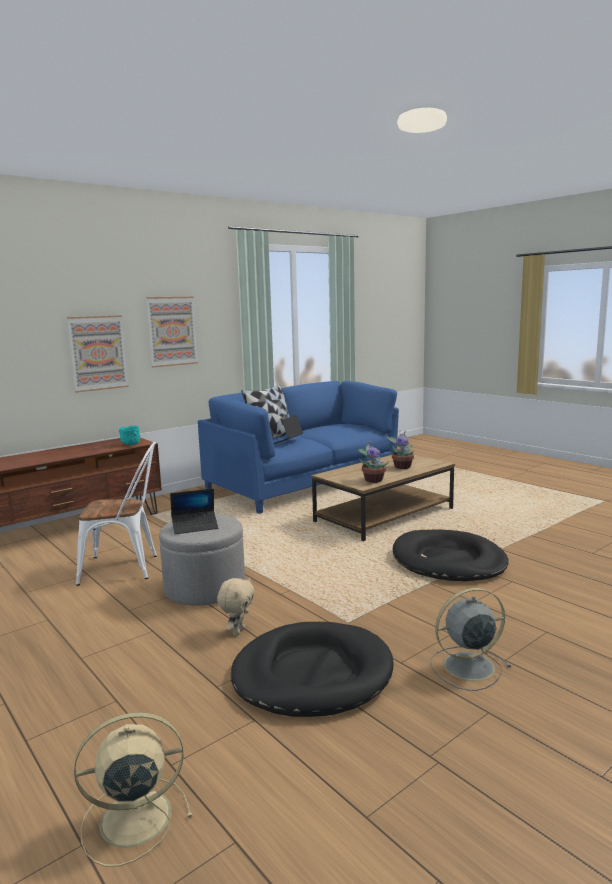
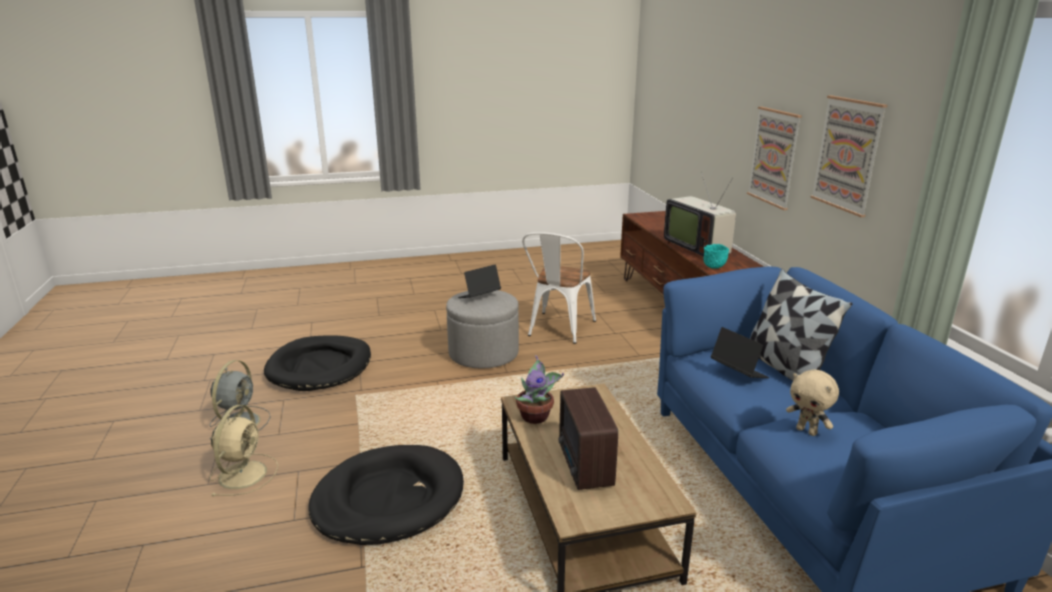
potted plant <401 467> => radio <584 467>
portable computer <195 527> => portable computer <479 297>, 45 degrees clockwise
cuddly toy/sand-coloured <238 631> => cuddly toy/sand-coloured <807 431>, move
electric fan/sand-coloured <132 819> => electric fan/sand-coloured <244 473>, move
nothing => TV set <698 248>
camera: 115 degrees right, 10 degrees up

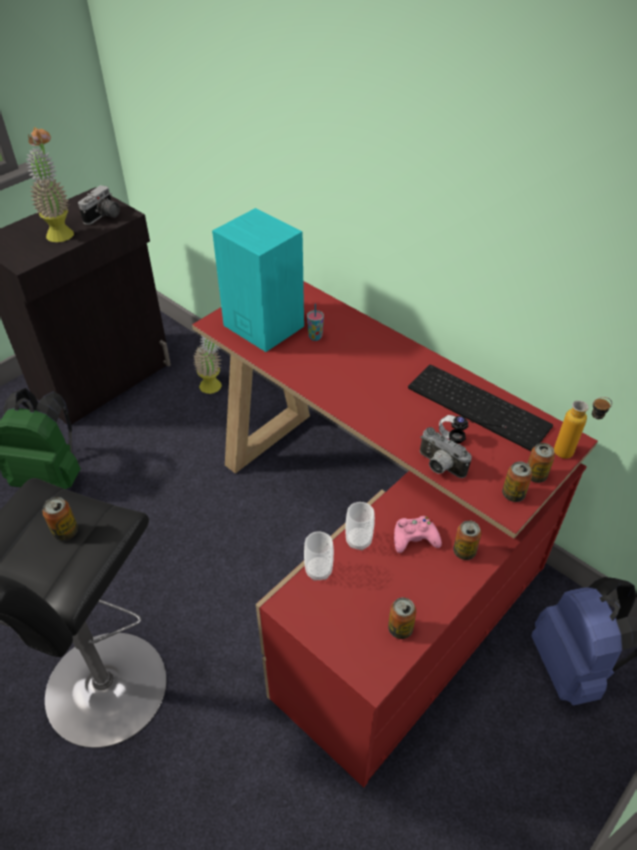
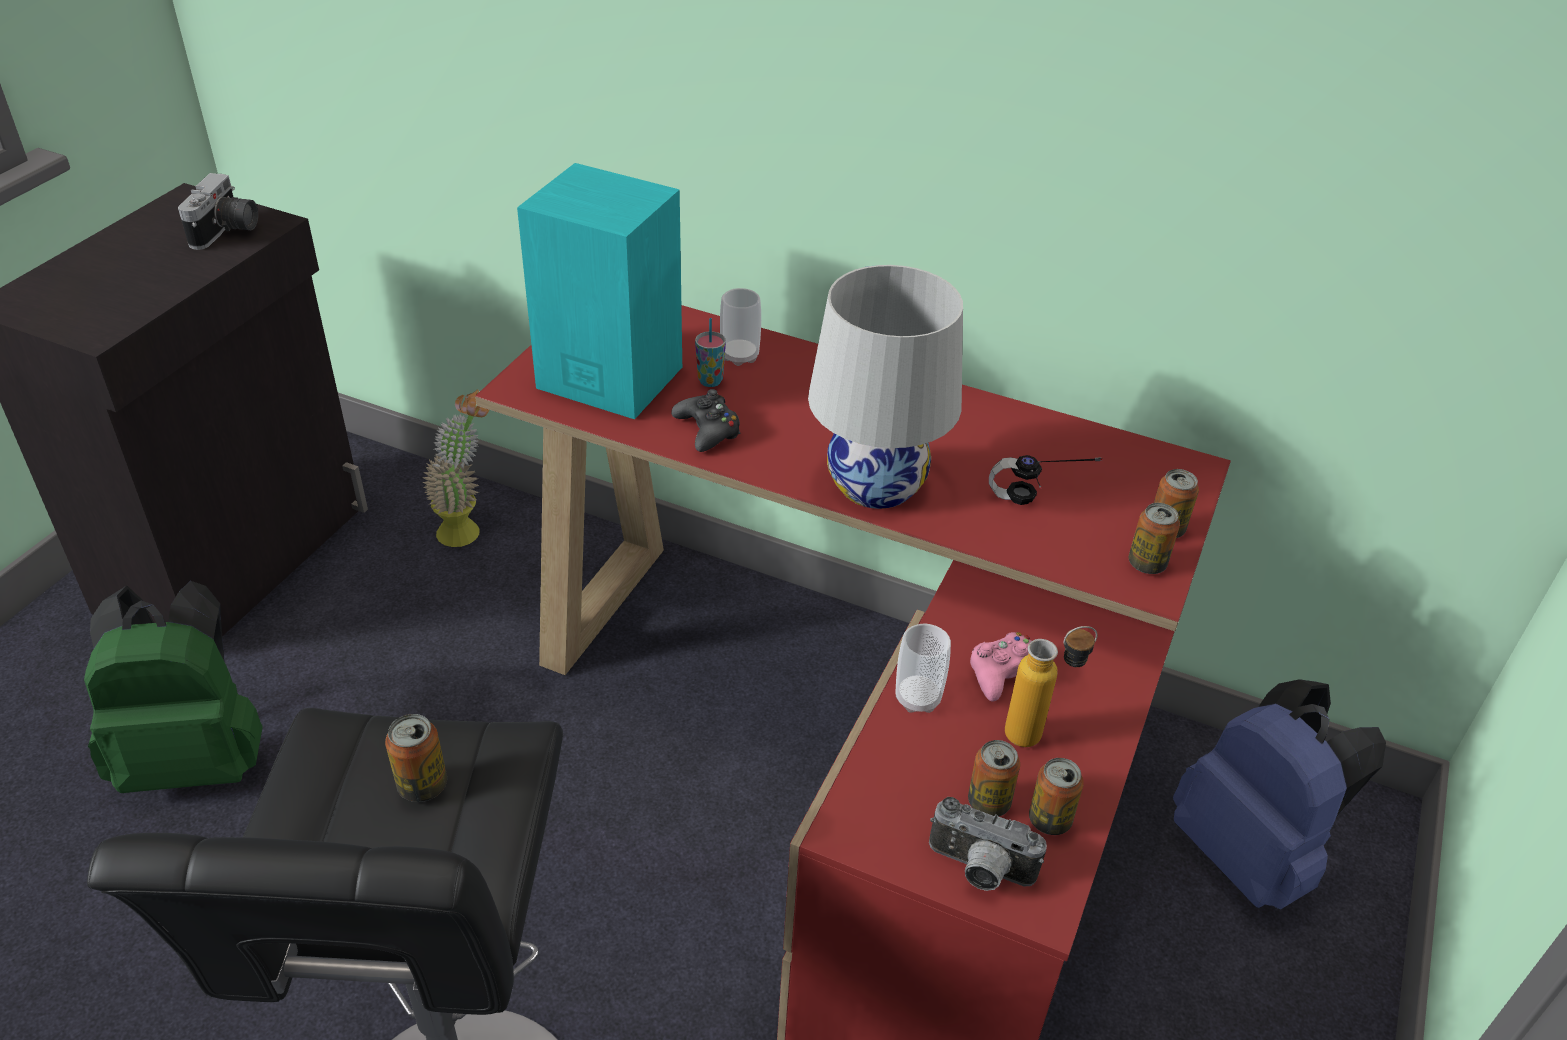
potted plant <60 231> => nothing
keyboard <480 406> => nothing
bottle <571 453> => bottle <1037 733>, move
still camera <439 466> => still camera <978 871>, move
can <464 551> => can <988 802>, move
drinking cup <318 570> => drinking cup <739 356>, move
nothing => table lamp/whitish <876 484>
nothing => joypad/black-coloured <708 430>
camera: 20 degrees left, 5 degrees down

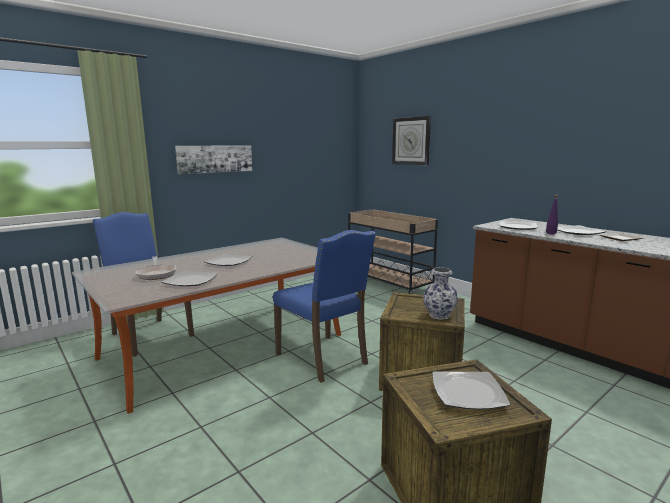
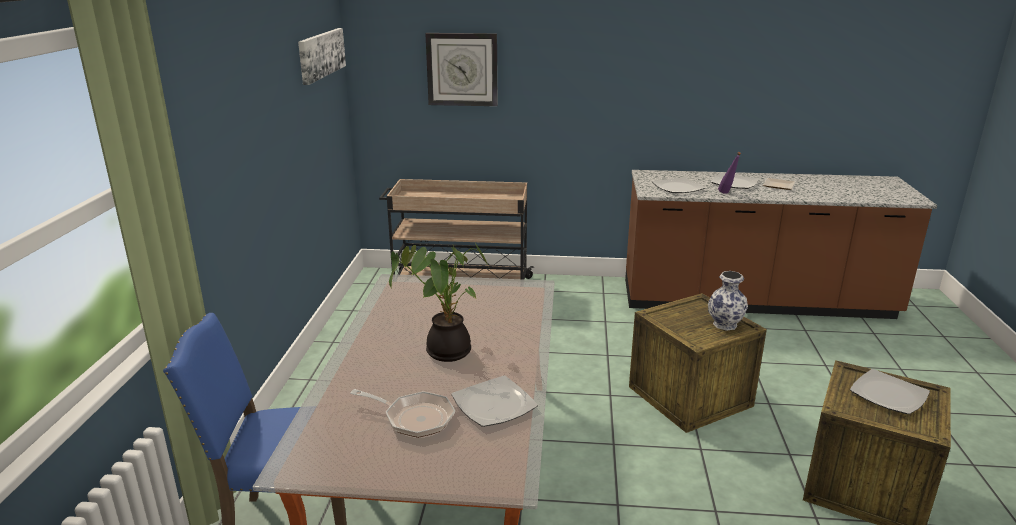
wall picture <215 159> => wall picture <321 54>, move
chair/blue-coloured <324 359> => nothing
dinner plate <228 262> => potted plant <445 351>
camera: 45 degrees left, 10 degrees up

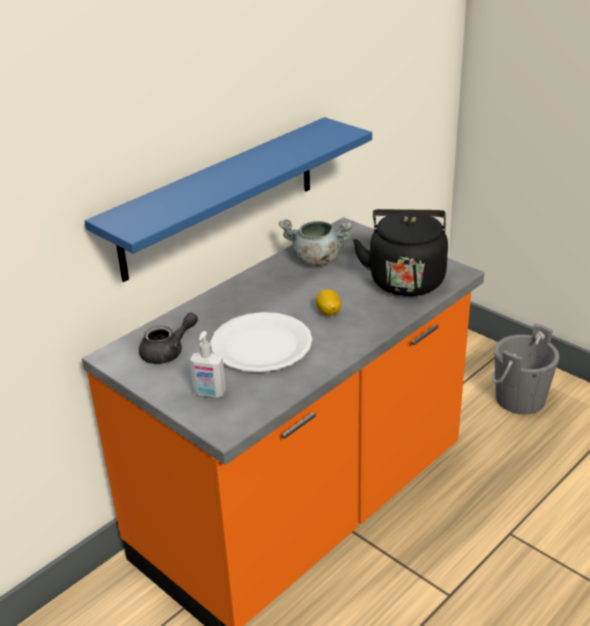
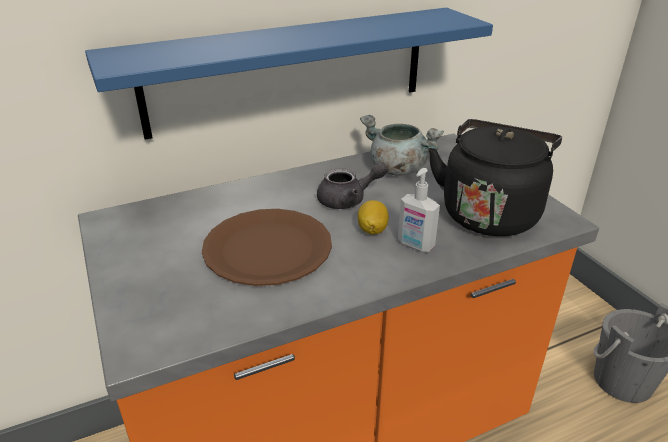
tea pot/grey <168 352> => tea pot/grey <348 200>, move
dinner plate/whitish <261 344> => dinner plate/brownish <268 248>
soap bottle <209 393> => soap bottle <415 245>, move
camera: 20 degrees right, 0 degrees up

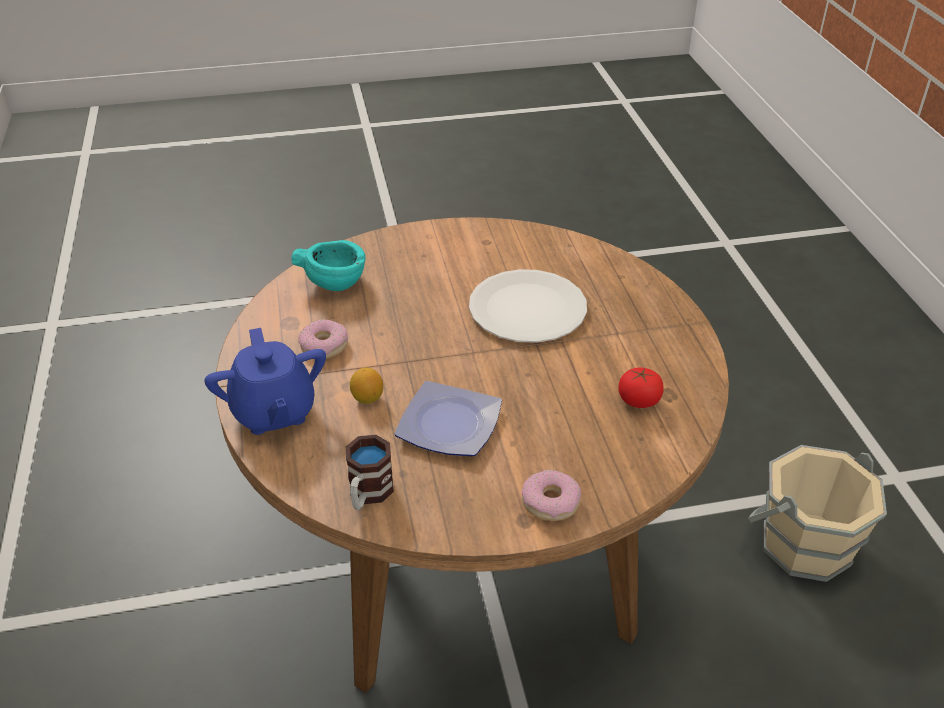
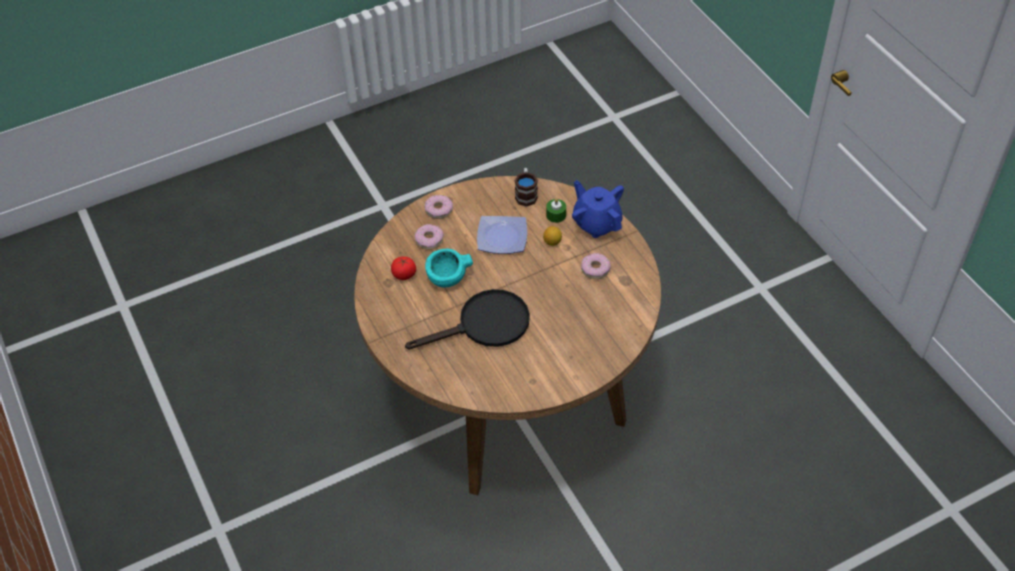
bowl/turquoise <336 282> => bowl/turquoise <447 278>, move
dinner plate/whitish <527 309> => pan/black-coloured <484 325>
bucket/sand-coloured <804 543> => nothing
nothing => wax candle/green-coloured <556 215>
nothing => ring doughnut <429 240>
camera: 165 degrees right, 10 degrees up

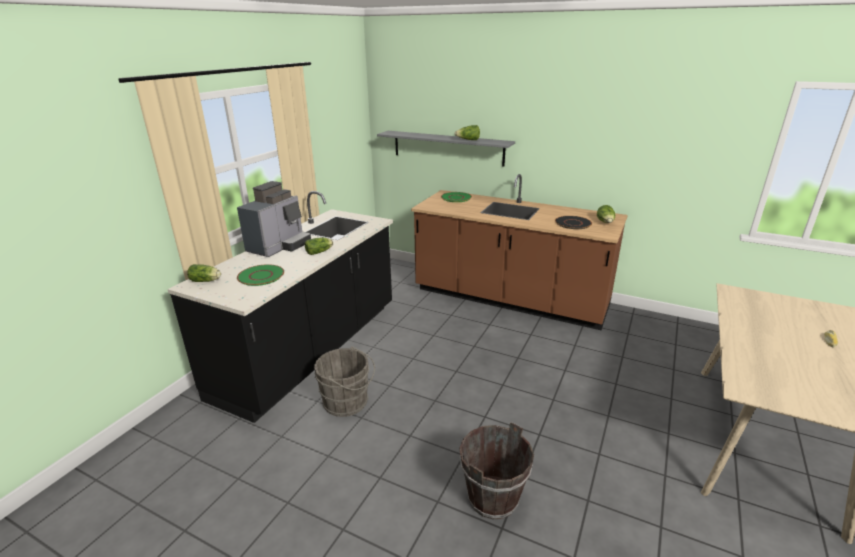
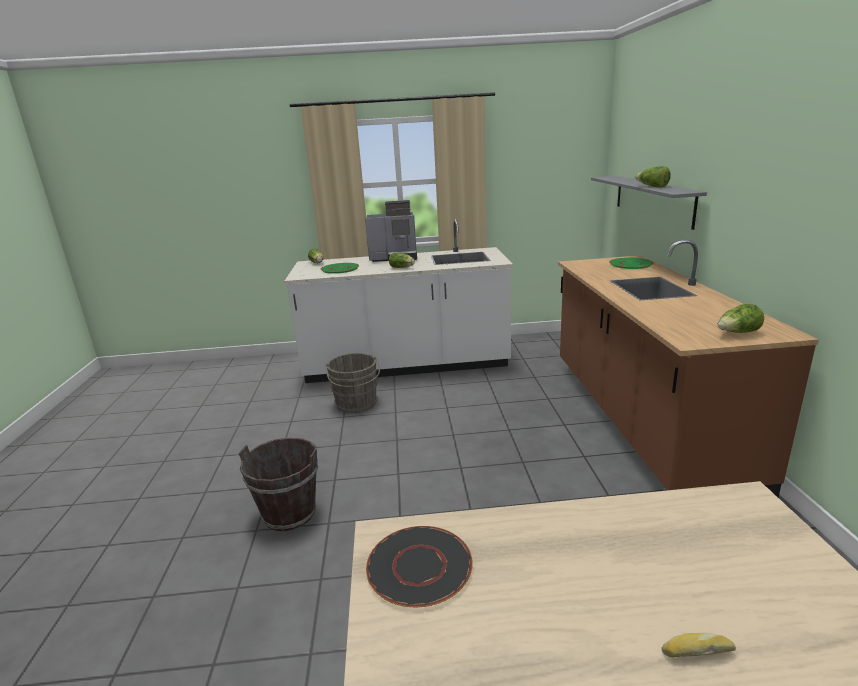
counter/black-coloured <311 349> => counter/whitish <406 365>
dinner plate/black-coloured <573 223> => dinner plate/black-coloured <418 567>, move
camera: 60 degrees right, 5 degrees down

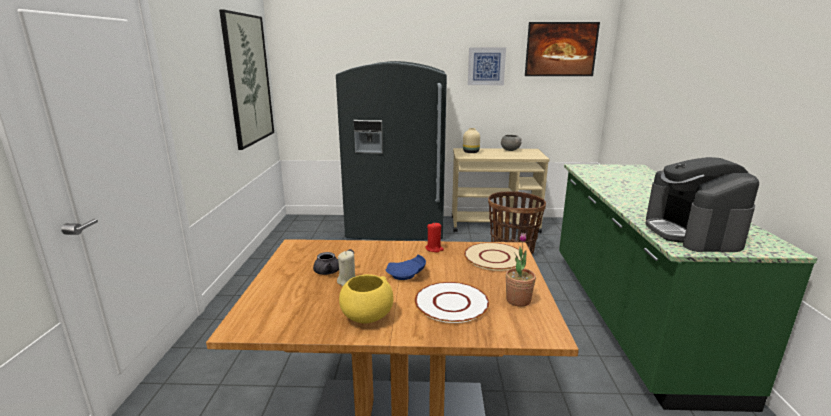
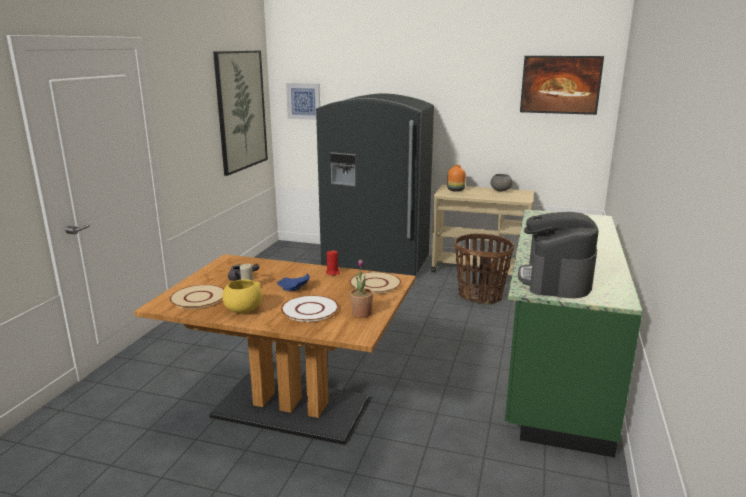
wall picture <486 66> => wall picture <303 101>, move
flower vase/sand-coloured <470 152> => flower vase/orange <455 190>
nothing => dinner plate/sand-coloured <198 298>
camera: 15 degrees right, 0 degrees up

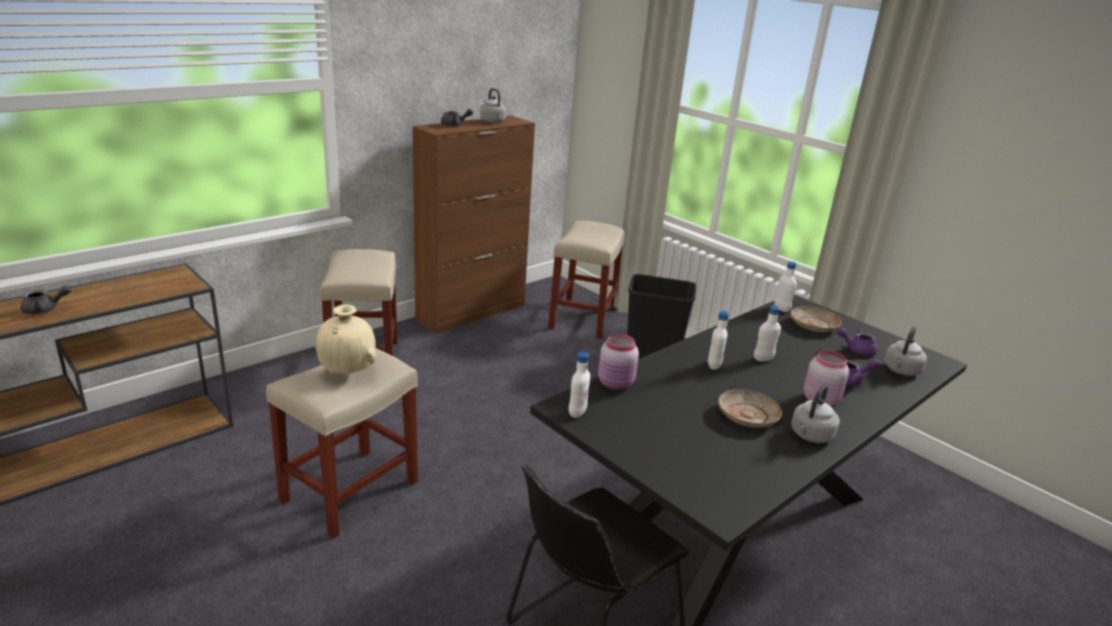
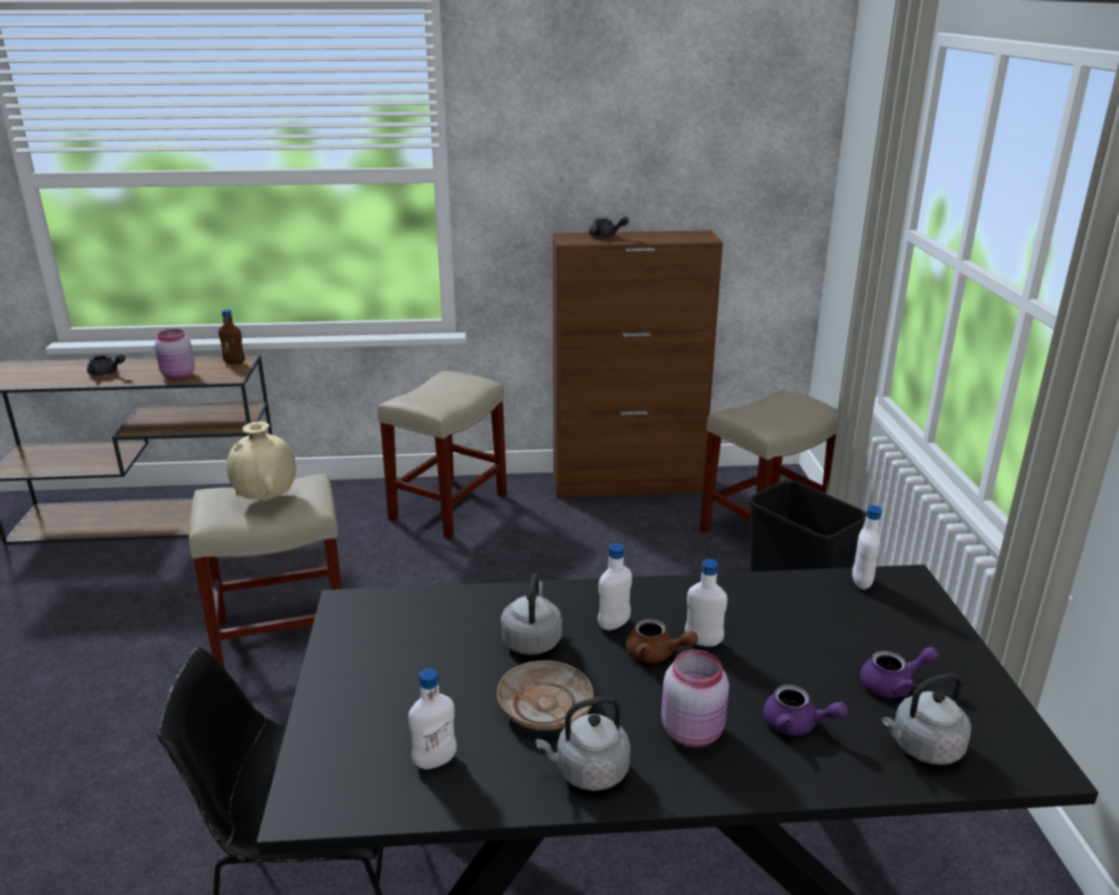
kettle/grey <491 121> => kettle/grey <532 640>, move
dinner plate/sand-coloured <813 325> => nothing
tea pot/purple <856 349> => tea pot/purple <893 685>, 120 degrees clockwise
jar/pink <616 384> => jar/pink <178 376>, move
bottle/whitish <577 413> => bottle/whitish <435 761>, move
nothing => bottle/brownish <234 363>
nothing => tea pot/brownish <656 654>
camera: 40 degrees right, 0 degrees up

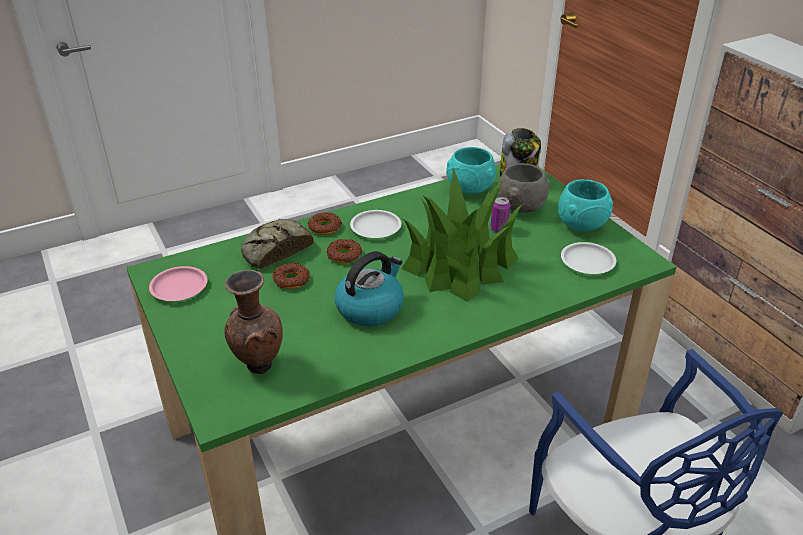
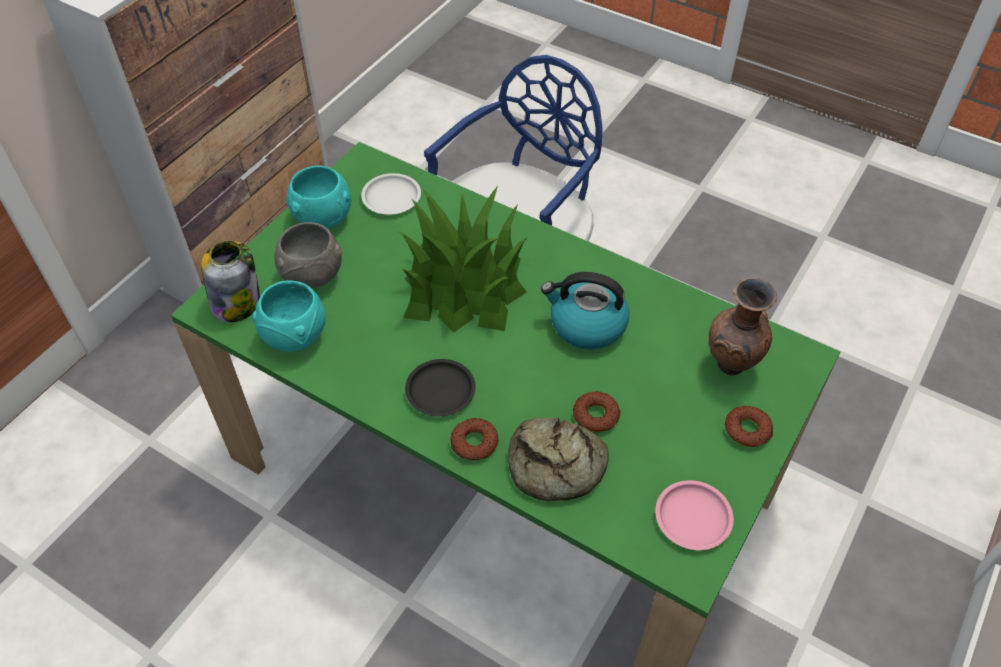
can <499 229> => nothing
dinner plate/whitish <375 227> => dinner plate/black-coloured <440 391>
ring doughnut <344 255> => ring doughnut <747 430>, move
camera: 120 degrees left, 15 degrees up

